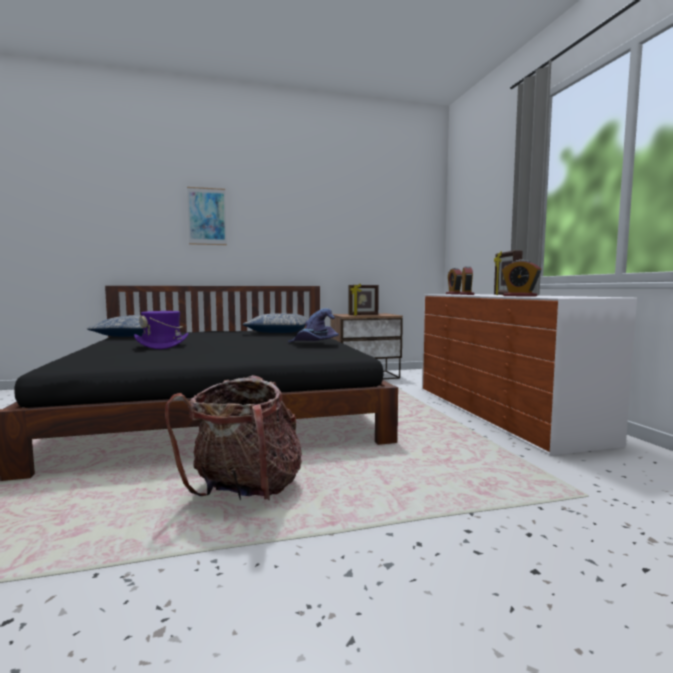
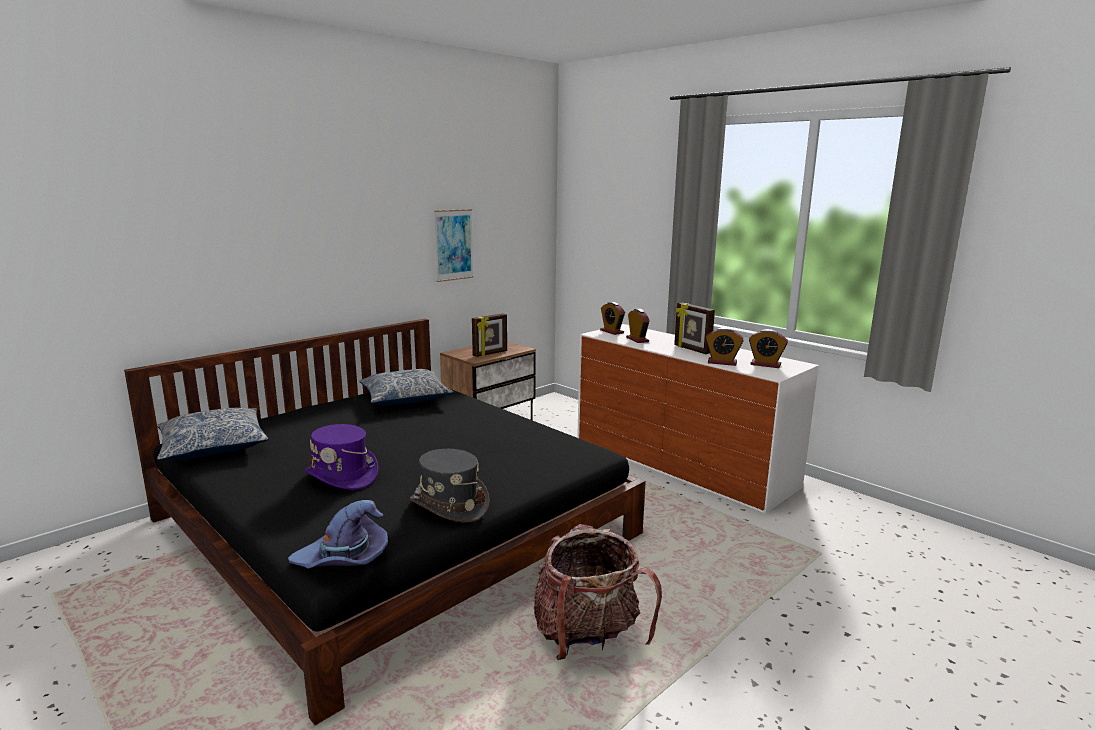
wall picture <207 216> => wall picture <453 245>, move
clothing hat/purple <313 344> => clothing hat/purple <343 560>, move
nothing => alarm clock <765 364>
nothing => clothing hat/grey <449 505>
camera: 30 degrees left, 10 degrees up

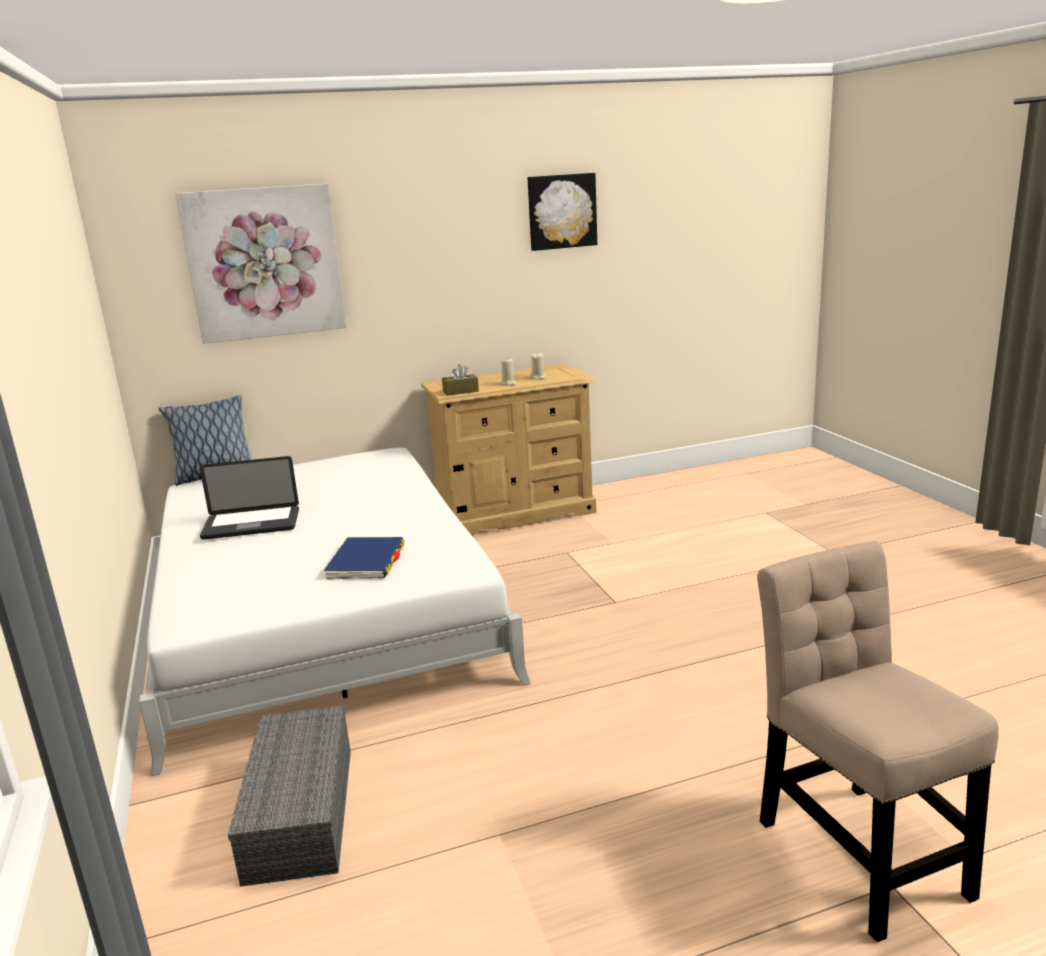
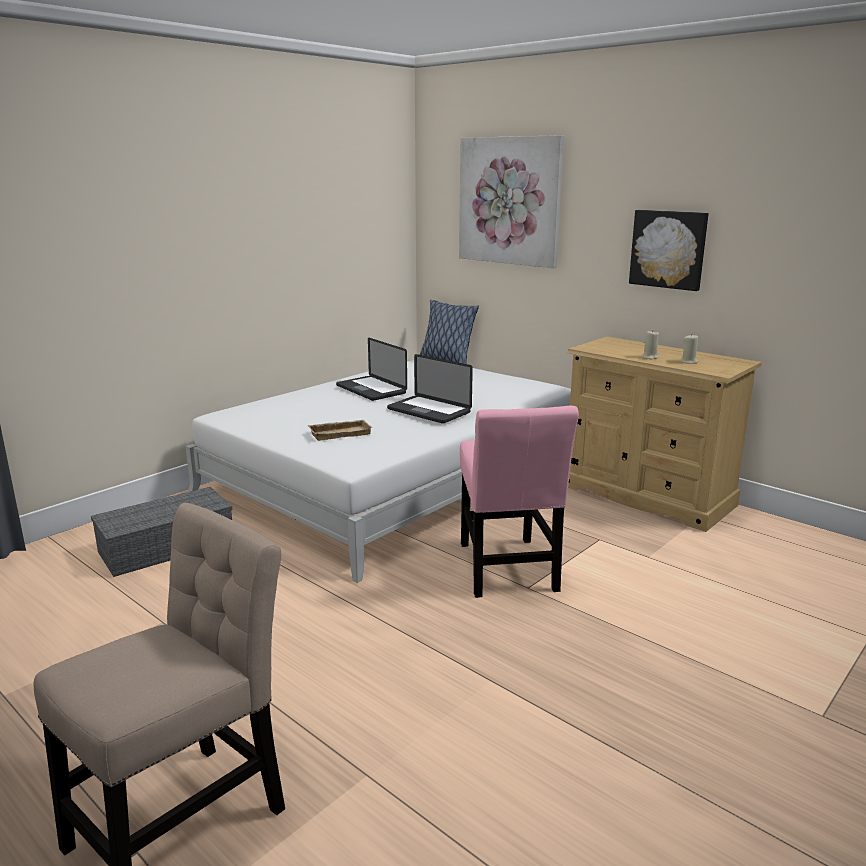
wall picture <561 211> => wall picture <668 249>, move
tissue box/brownish <460 391> => nothing
book/blue-coloured <366 562> => tray/sand-coloured <340 433>
nothing => portable computer <428 411>
nothing => chair/pink <507 570>
camera: 60 degrees right, 0 degrees up

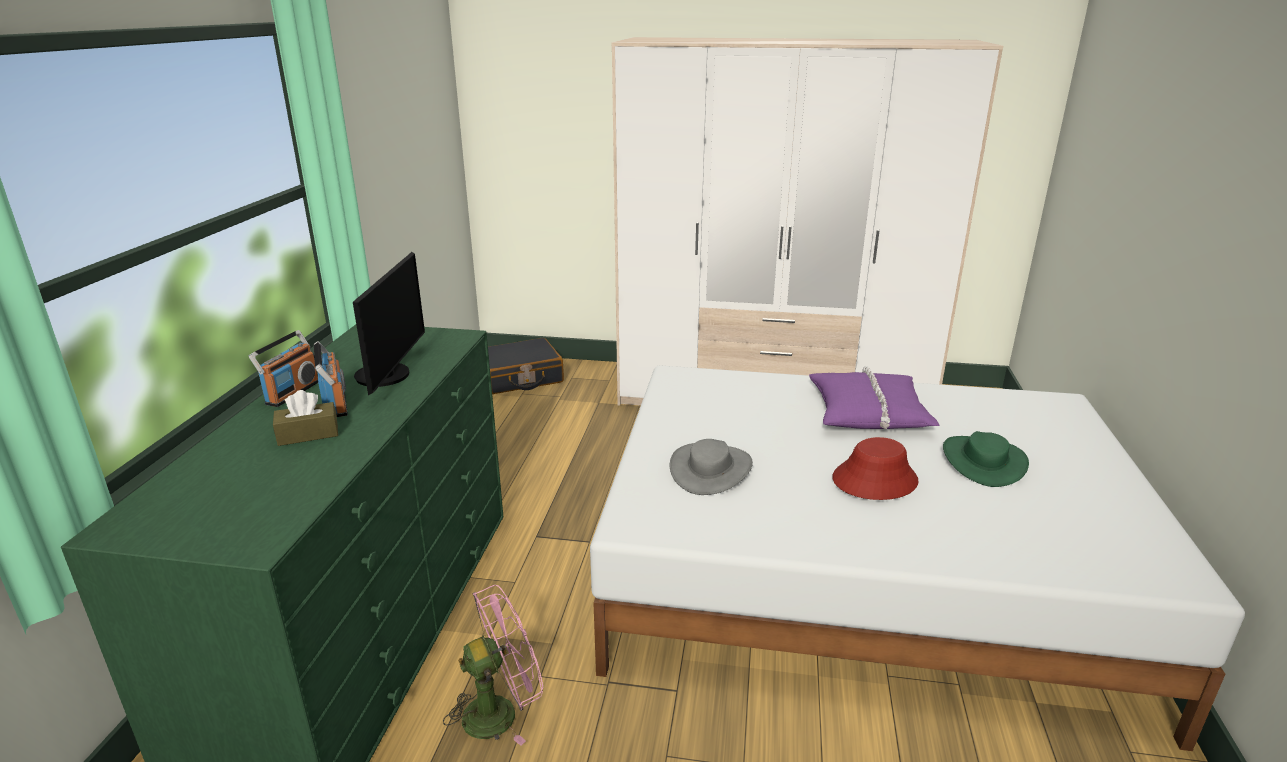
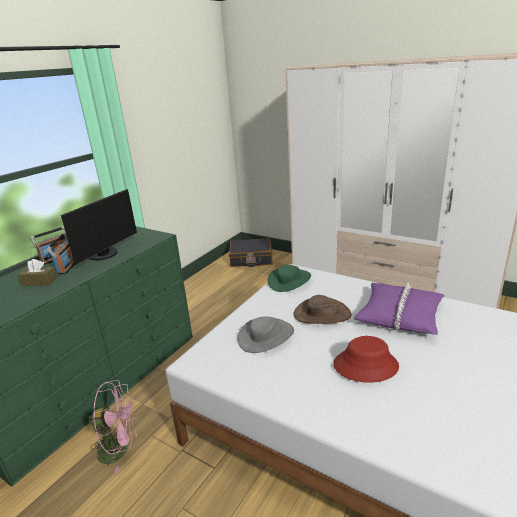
clothing hat/green-coloured <983 461> => clothing hat/green-coloured <289 280>, move
nothing => clothing hat/brownish <322 314>
camera: 25 degrees right, 0 degrees up

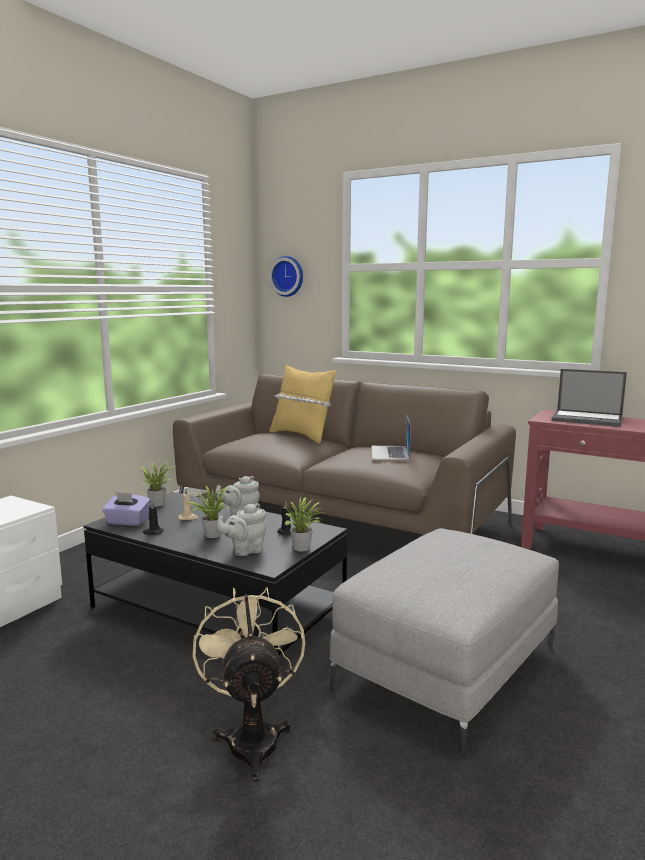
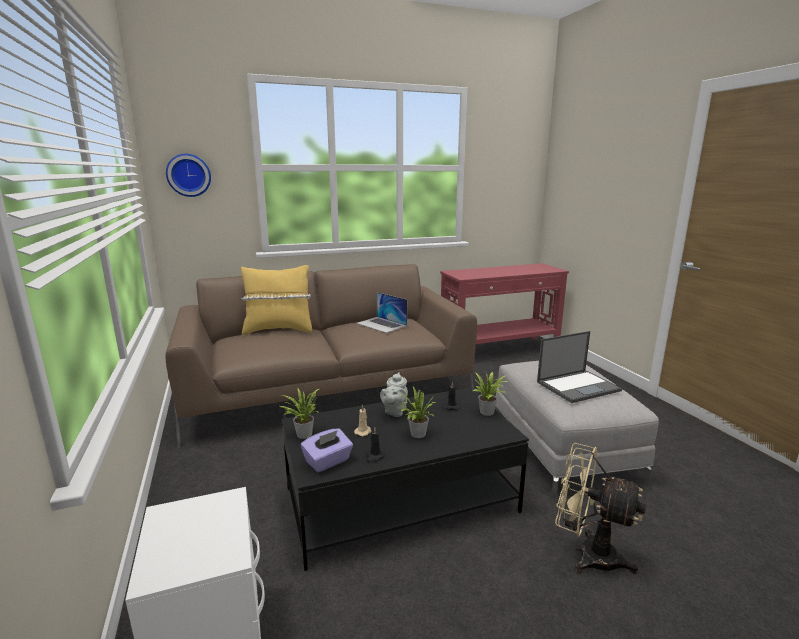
portable computer <588 419> => portable computer <578 386>, move
tea pot/grey <245 550> => nothing
camera: 50 degrees left, 5 degrees up

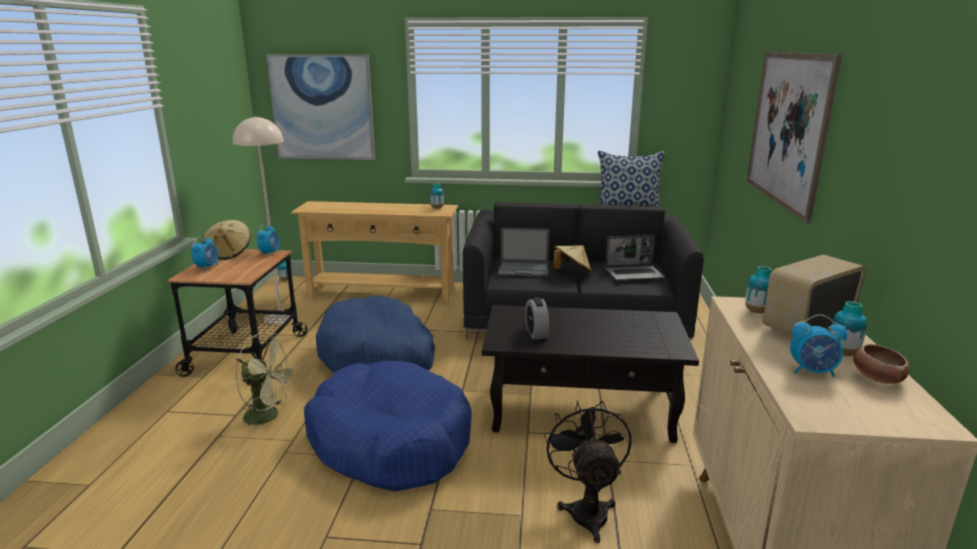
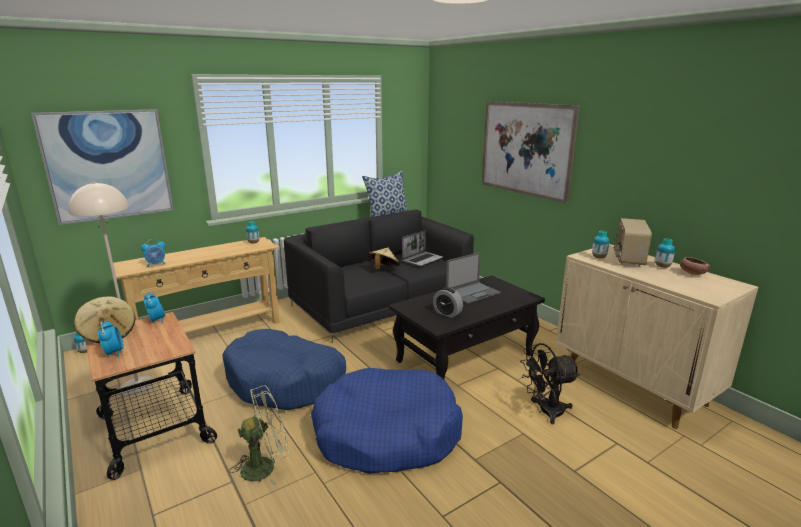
portable computer <524 269> => portable computer <473 292>, move
alarm clock <812 372> => alarm clock <156 264>, move
electric fan/black-coloured <587 509> => electric fan/black-coloured <545 411>, 60 degrees counterclockwise
camera: 40 degrees left, 0 degrees up

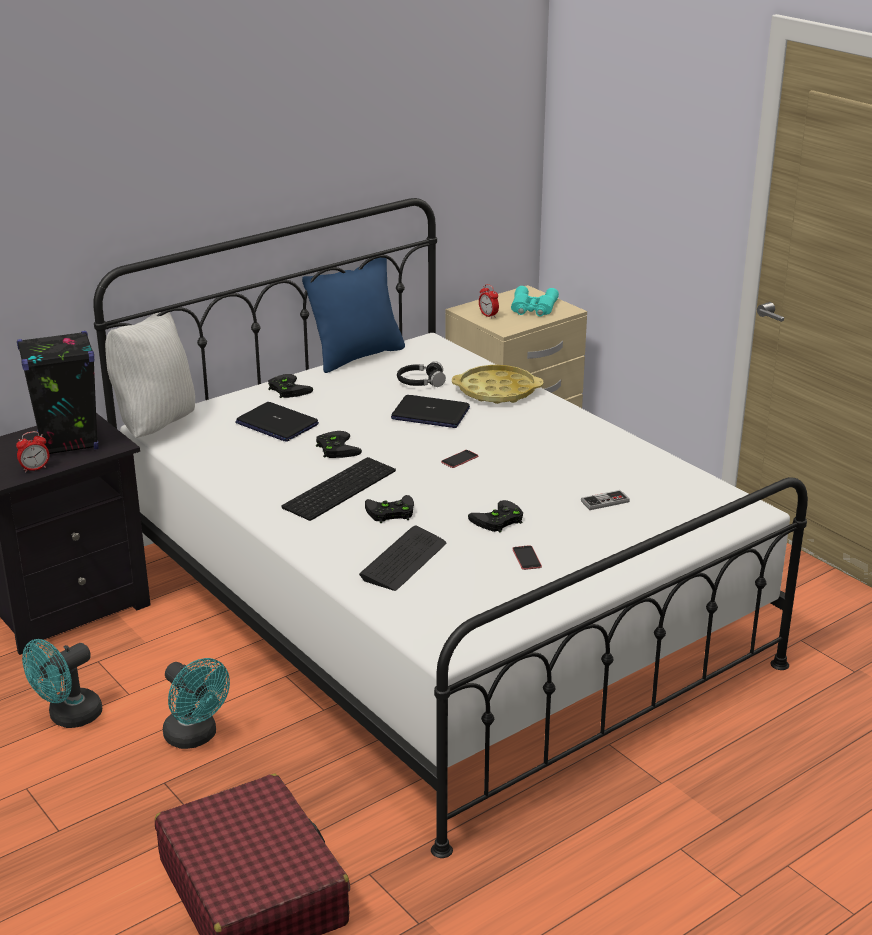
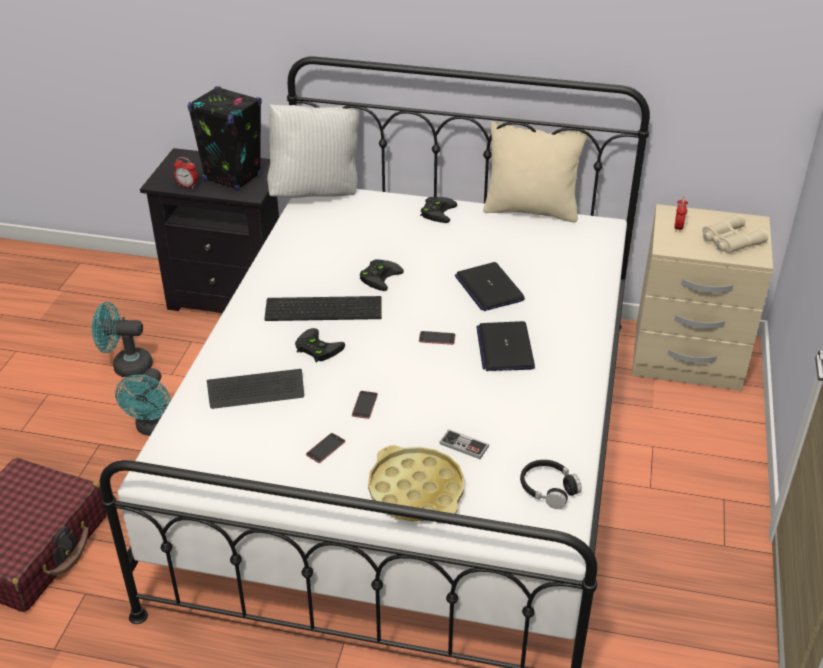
throw pillow/blue-coloured <357 356> => throw pillow/sand-coloured <531 210>
pair of binoculars/turquoise <533 308> => pair of binoculars/sand-coloured <729 240>
pair of headphones/black-coloured <420 382> => pair of headphones/black-coloured <548 489>, move
tray/yellow <497 391> => tray/yellow <416 490>, move
portable computer <276 424> => portable computer <505 347>, move
joypad/black-coloured <497 521> => handset <364 405>
camera: 50 degrees right, 10 degrees up

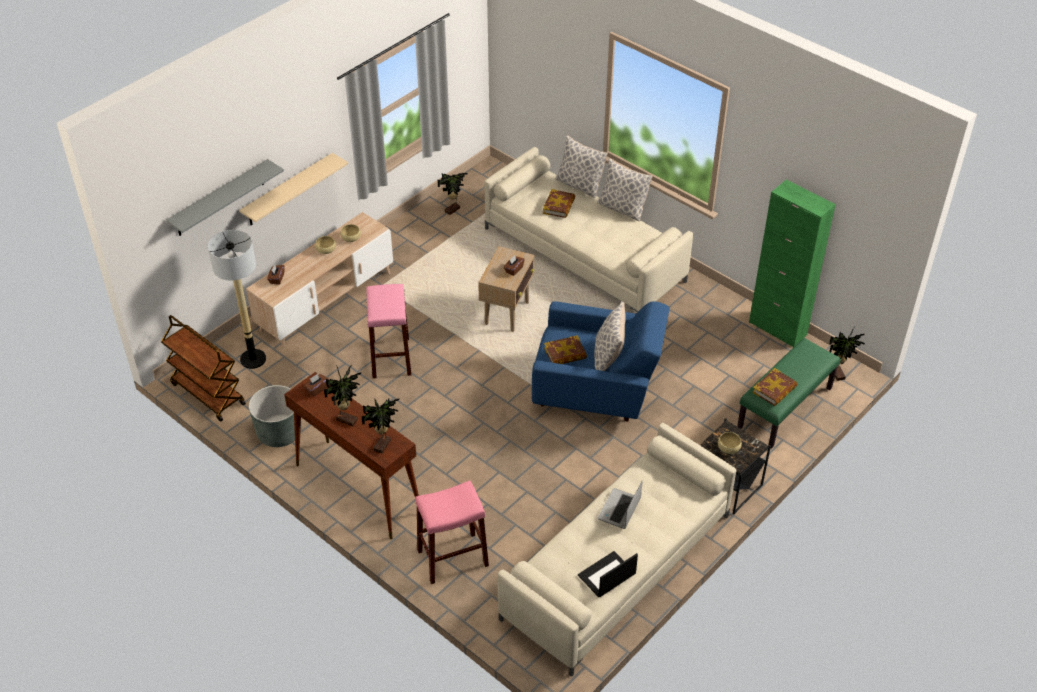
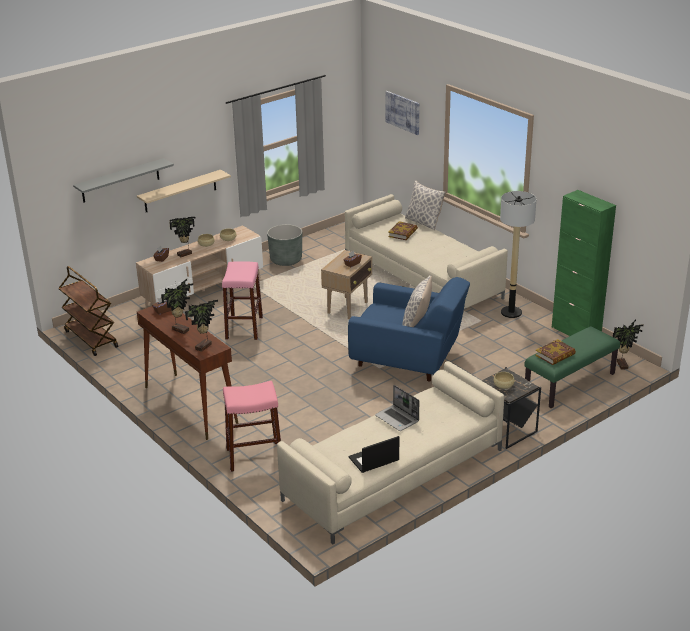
throw pillow <622 208> => nothing
potted plant <453 210> => potted plant <185 254>, move
floor lamp <253 359> => floor lamp <511 312>, move
book <565 354> => nothing
planter/grey <279 433> => planter/grey <286 260>, move
portable computer <619 510> => portable computer <397 419>, 75 degrees counterclockwise
nothing => wall picture <403 112>
camera: 10 degrees right, 15 degrees down

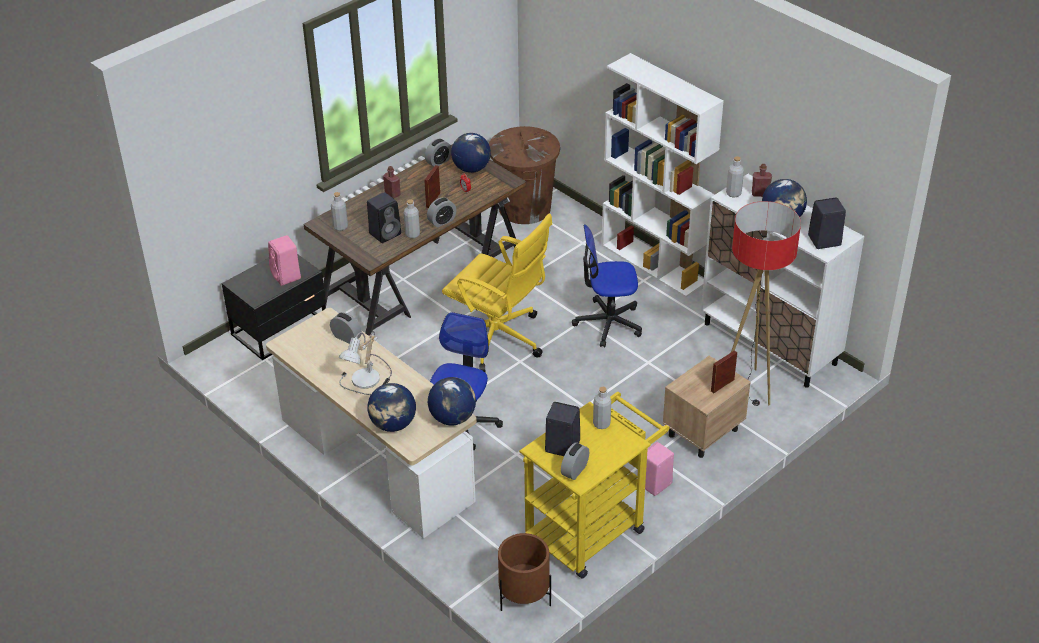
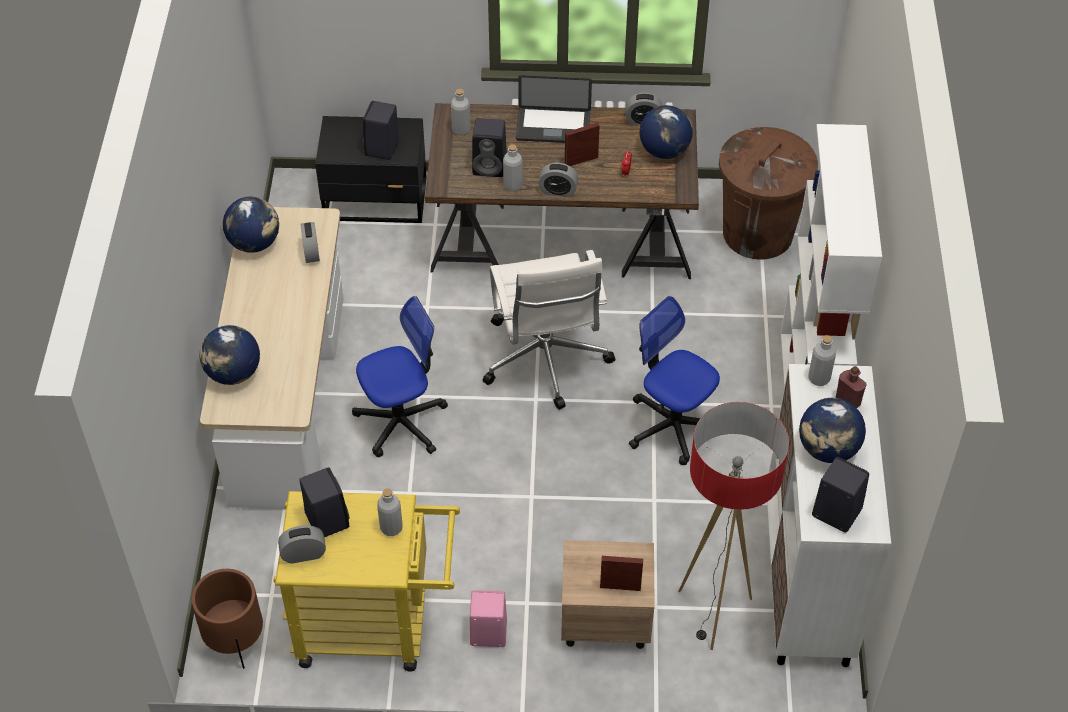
bottle/red <392 194> => portable computer <553 127>
office chair/yellow <498 340> => office chair/whitish <545 360>
loudspeaker/pink <287 276> => loudspeaker/black-coloured <382 149>
table lamp <367 381> => nothing
world globe <452 418> => world globe <254 243>, move
camera: 45 degrees right, 10 degrees up

